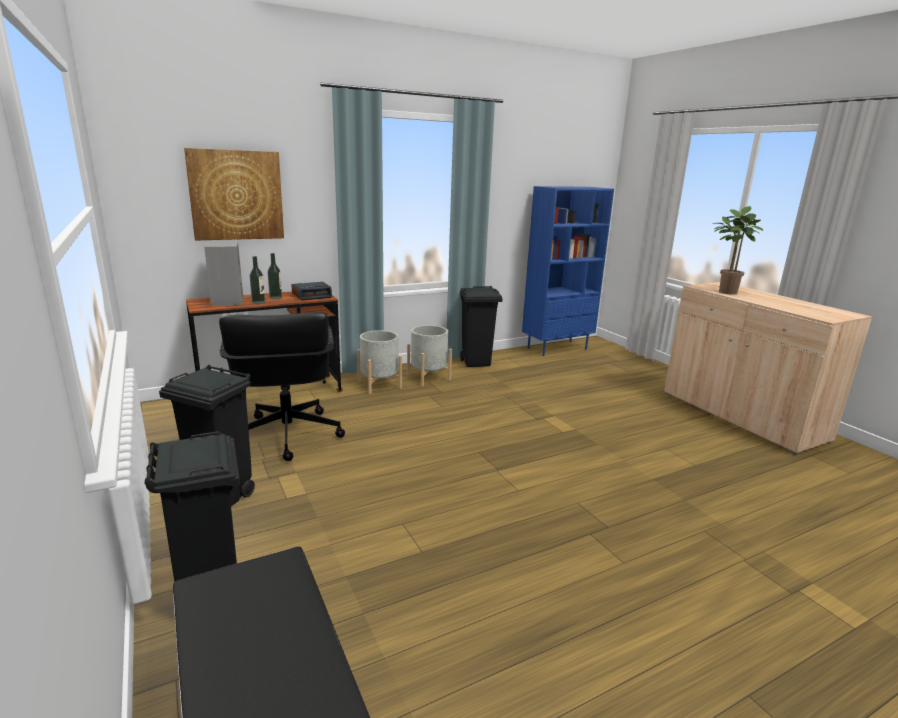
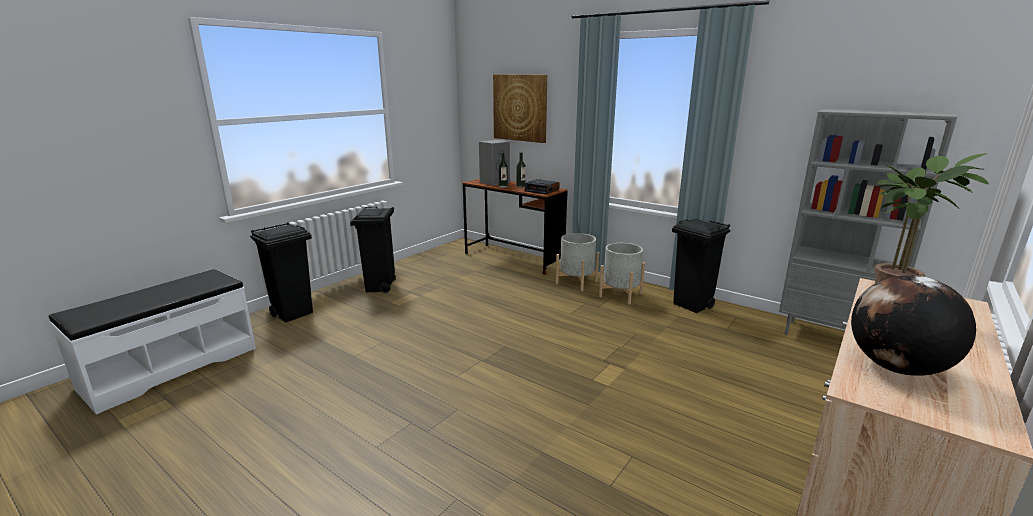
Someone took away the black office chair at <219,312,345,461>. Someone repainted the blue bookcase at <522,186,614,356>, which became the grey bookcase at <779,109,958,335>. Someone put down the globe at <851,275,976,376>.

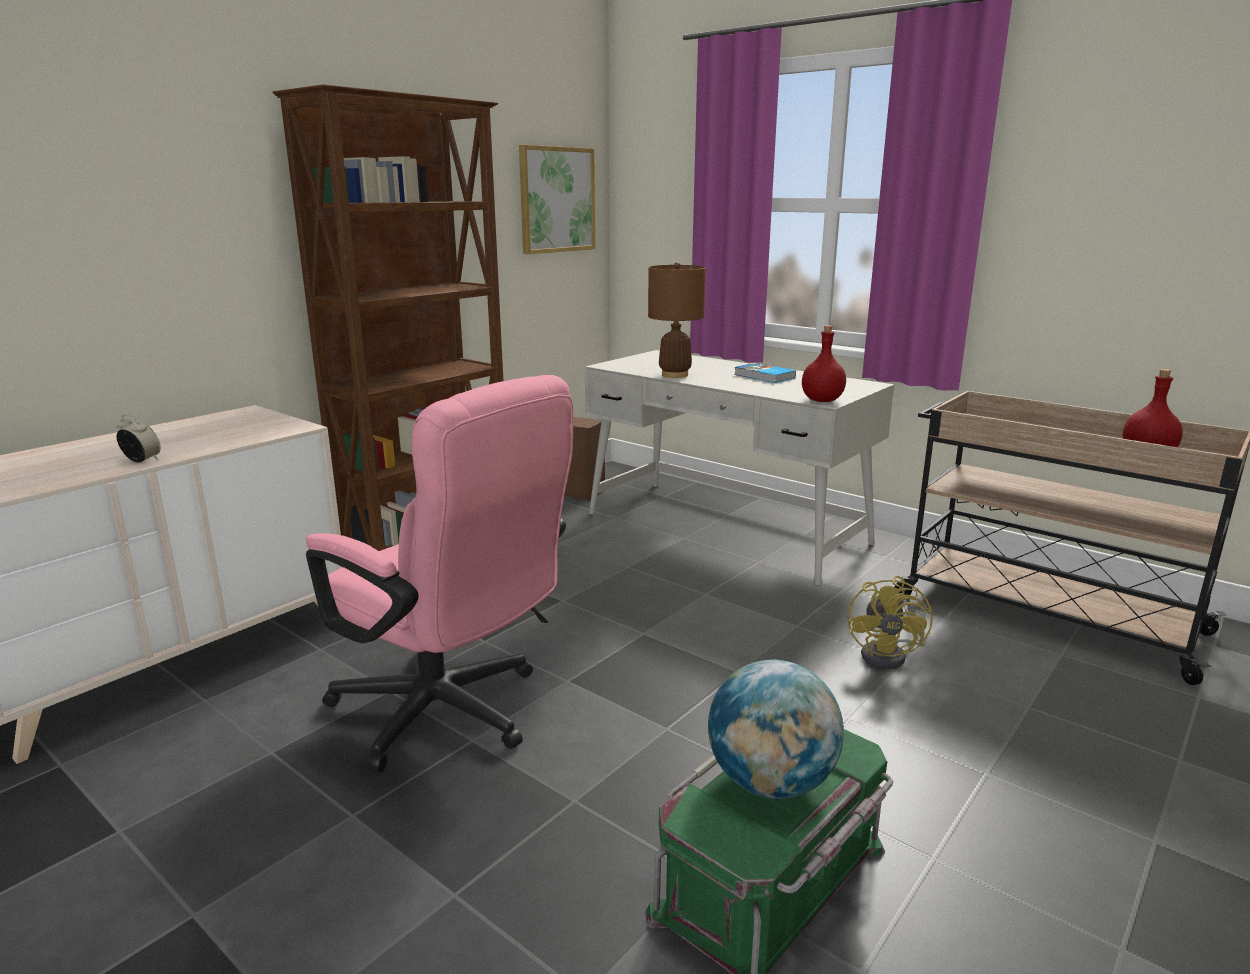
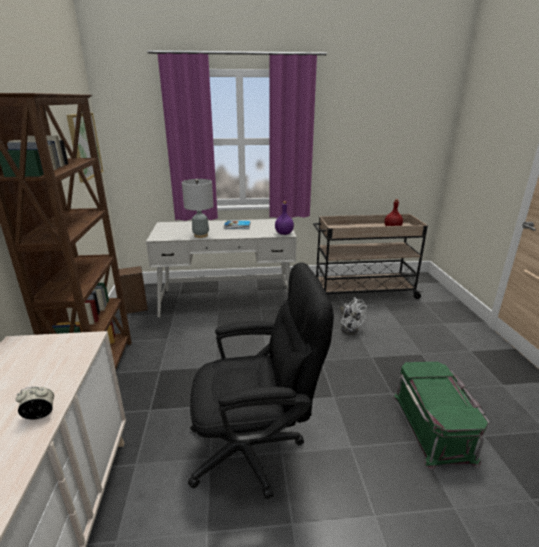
Someone repainted the pink office chair at <306,375,573,772>, which became the black office chair at <188,263,334,499>. Someone repainted the brown table lamp at <648,262,706,378>, which became the grey table lamp at <182,179,213,238>. Someone took away the globe at <708,659,844,799>. Someone repainted the red bottle at <802,325,846,402>, which became the purple bottle at <275,201,294,235>. Someone repainted the yellow fan at <848,576,933,669>, which became the white fan at <340,297,367,334>.

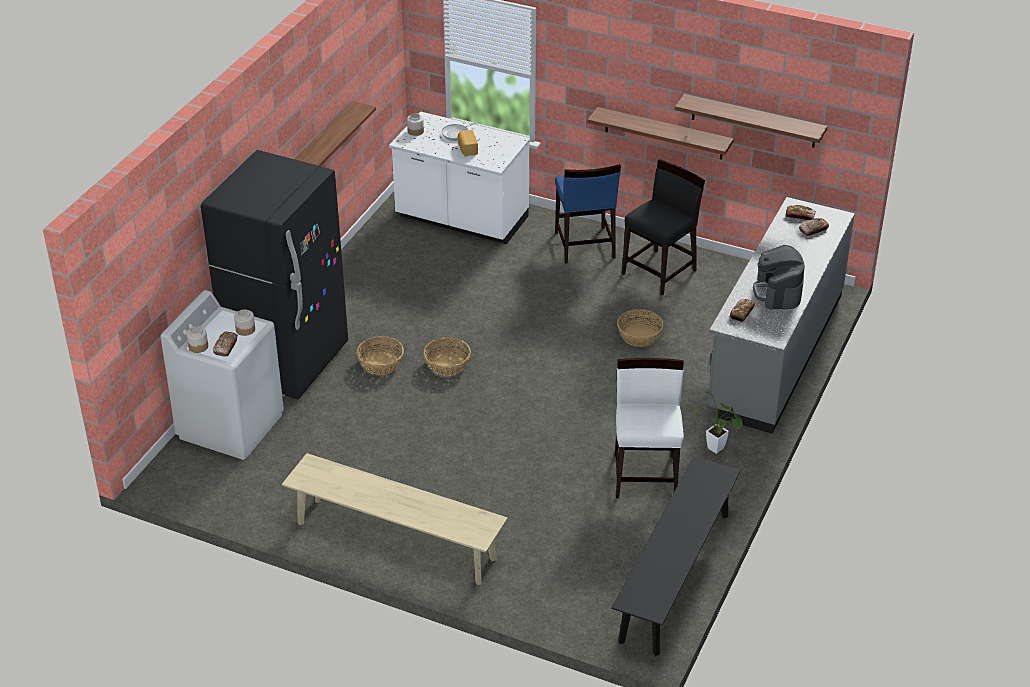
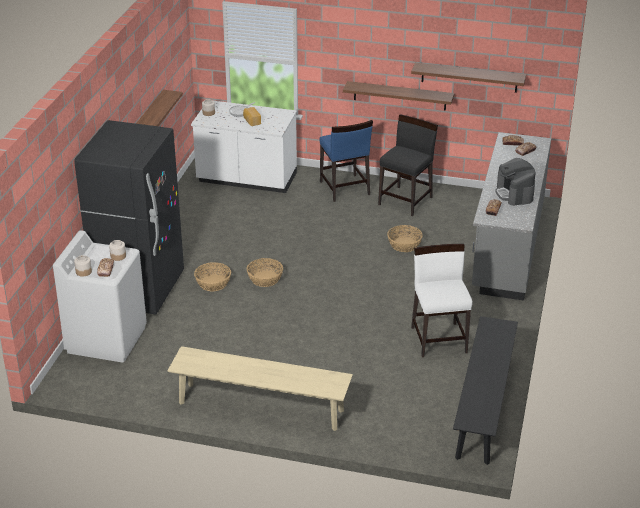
Someone took away the potted plant at <694,391,744,454>.

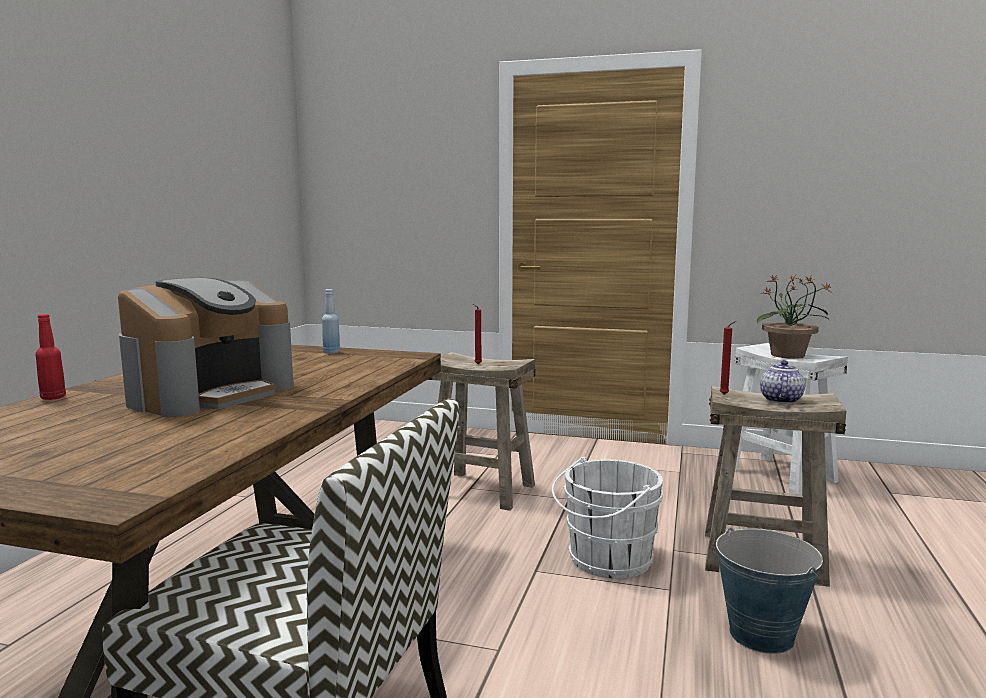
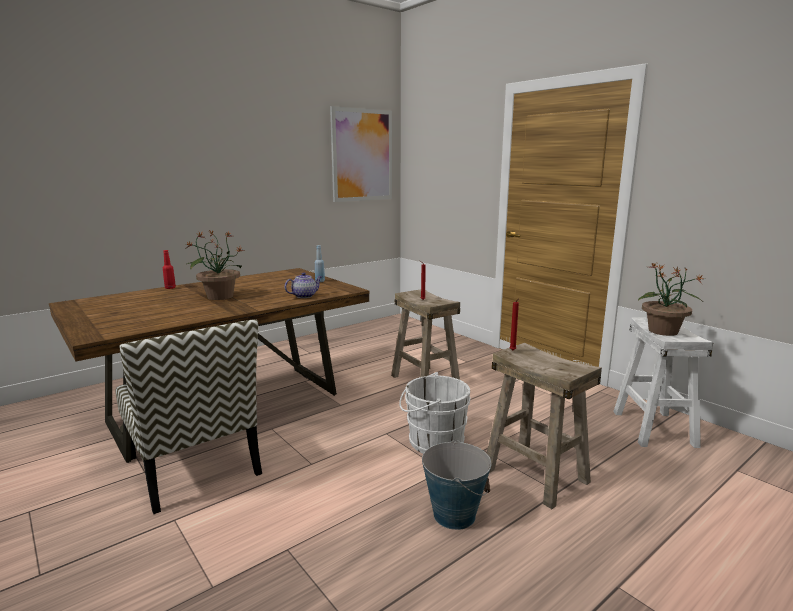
Someone swapped the coffee machine at <118,278,293,417> for the potted plant at <185,230,245,300>. Someone carried the teapot from <760,360,805,404> to <284,272,322,298>. Someone put up the picture at <330,106,392,202>.

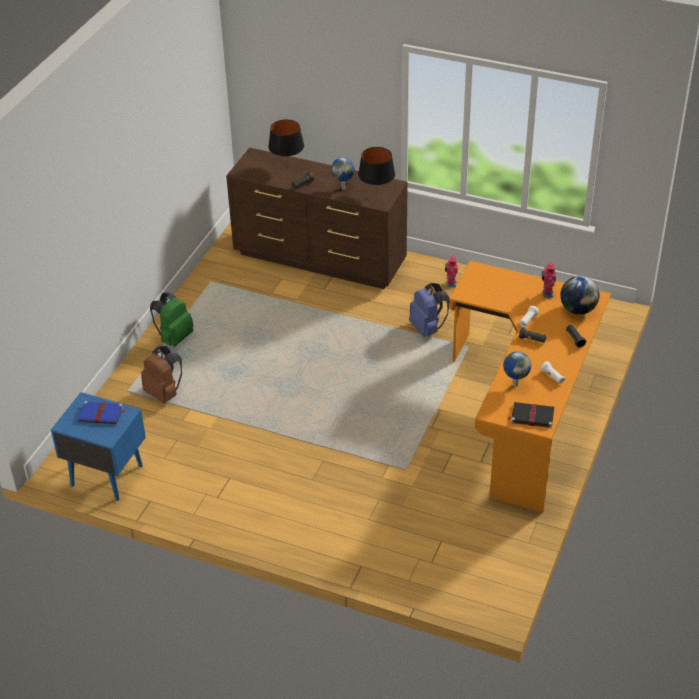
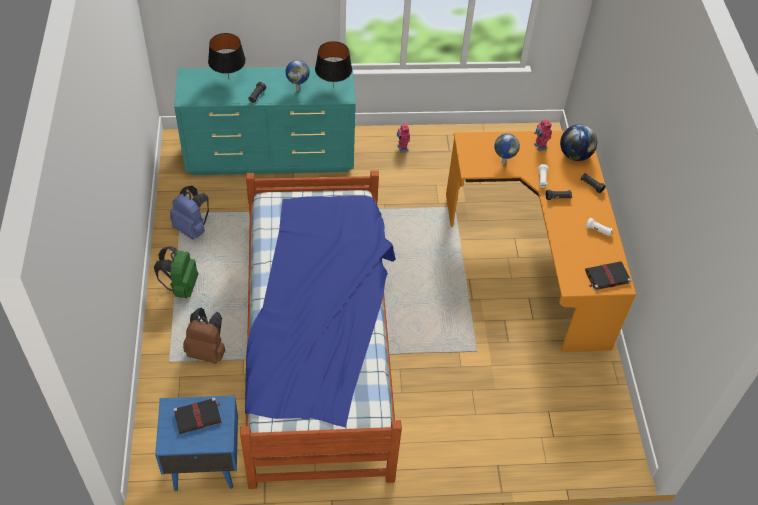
Someone repainted the blue book at <78,401,125,424>, which became the black book at <173,397,221,434>. Someone repainted the brown dresser at <226,148,408,289>, which became the turquoise dresser at <174,66,356,175>. Someone carried the blue backpack from <409,283,450,336> to <170,186,209,239>. Someone carried the globe from <503,351,531,387> to <494,133,520,164>. Someone put down the bed at <240,170,402,489>.

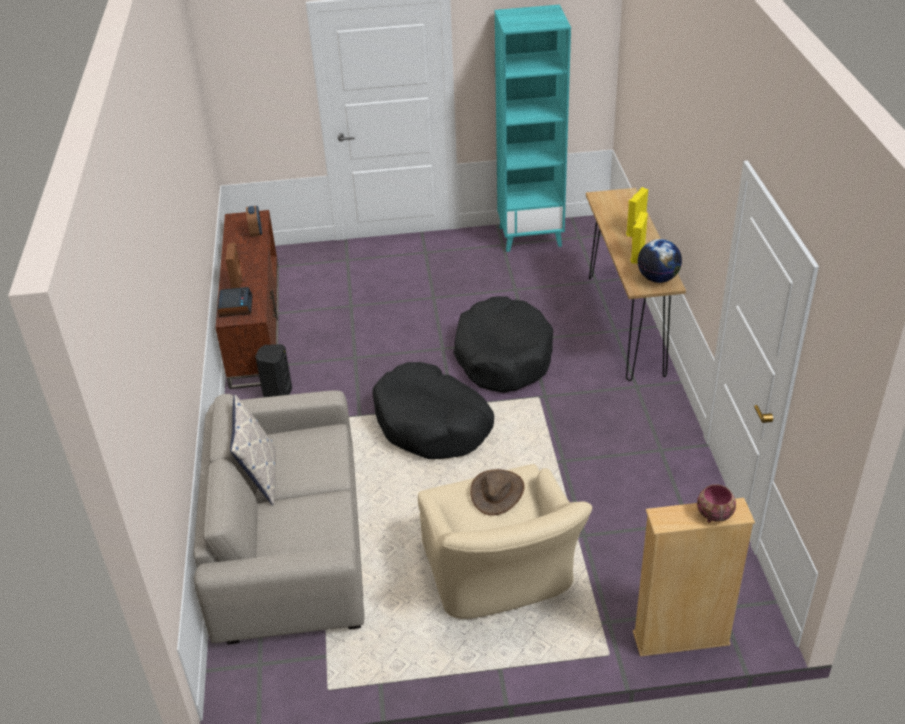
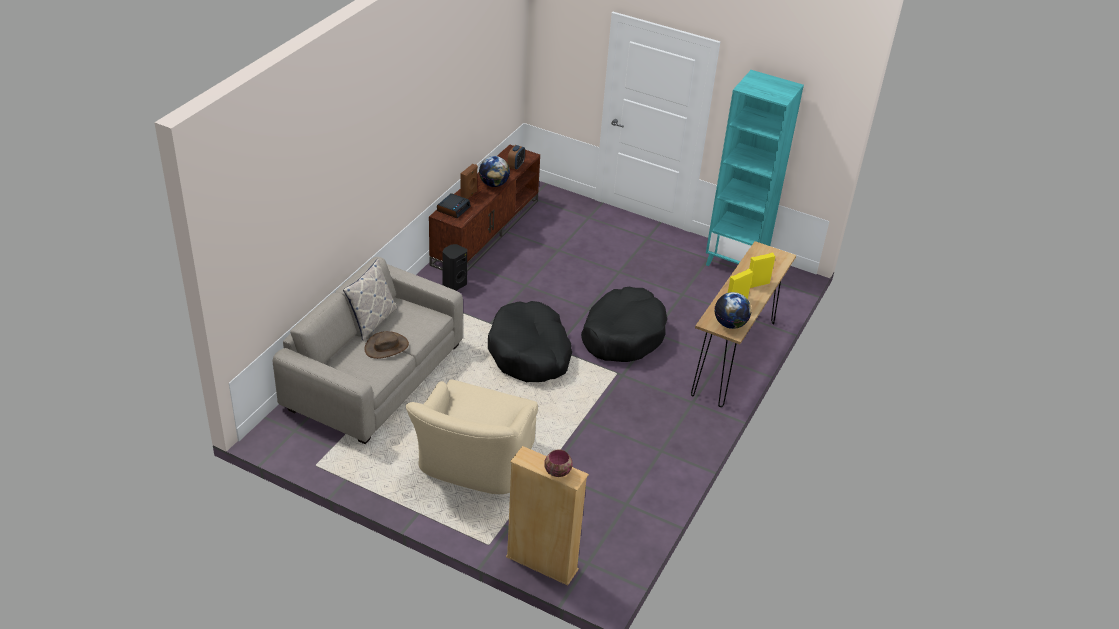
Someone carried the brown hat from <470,469,525,516> to <364,331,409,359>. Someone put down the globe at <479,156,510,187>.

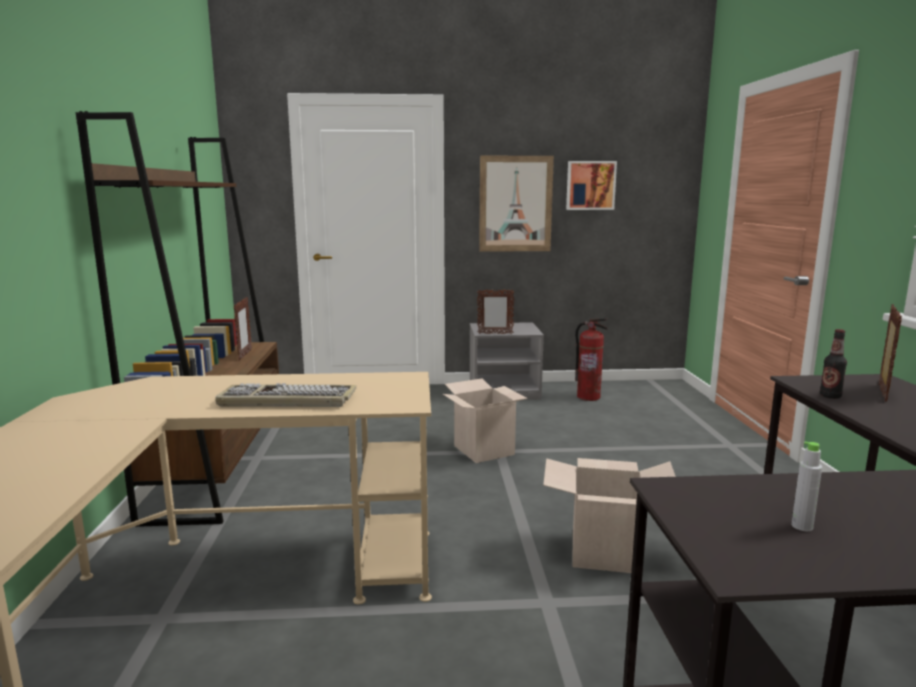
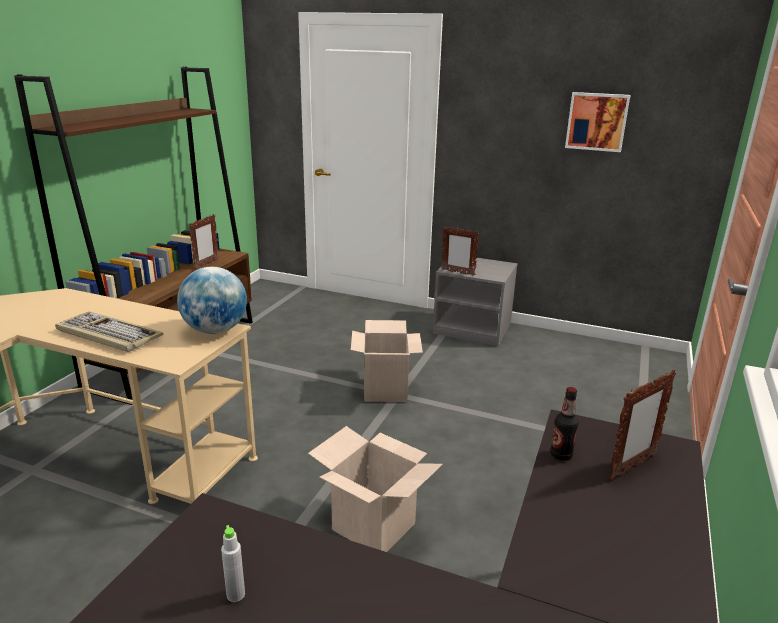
Someone took away the picture at <479,156,554,252>. Someone took away the fire extinguisher at <575,318,608,401>. Someone put down the globe at <177,267,247,334>.

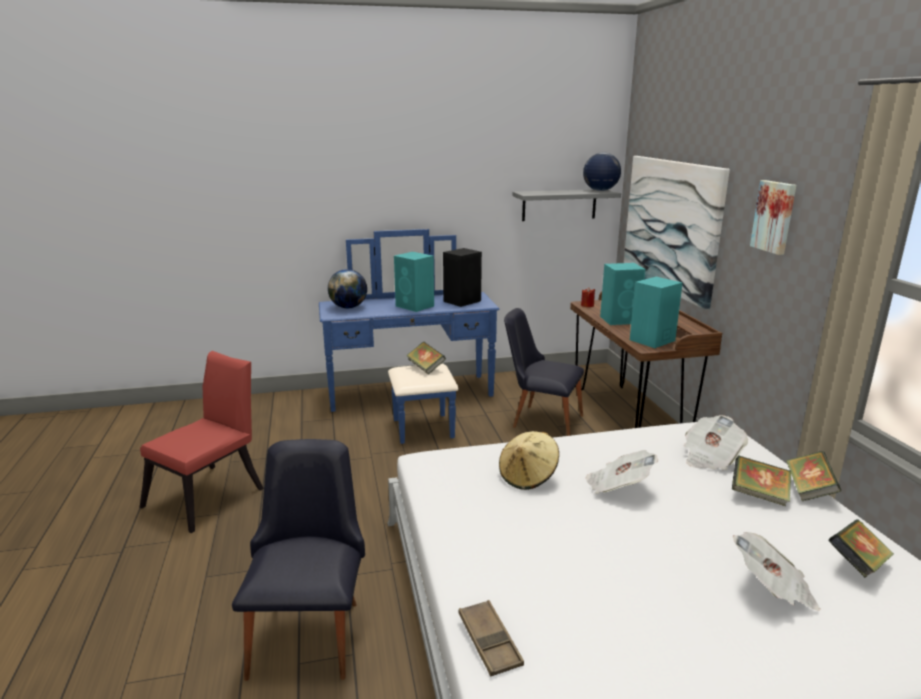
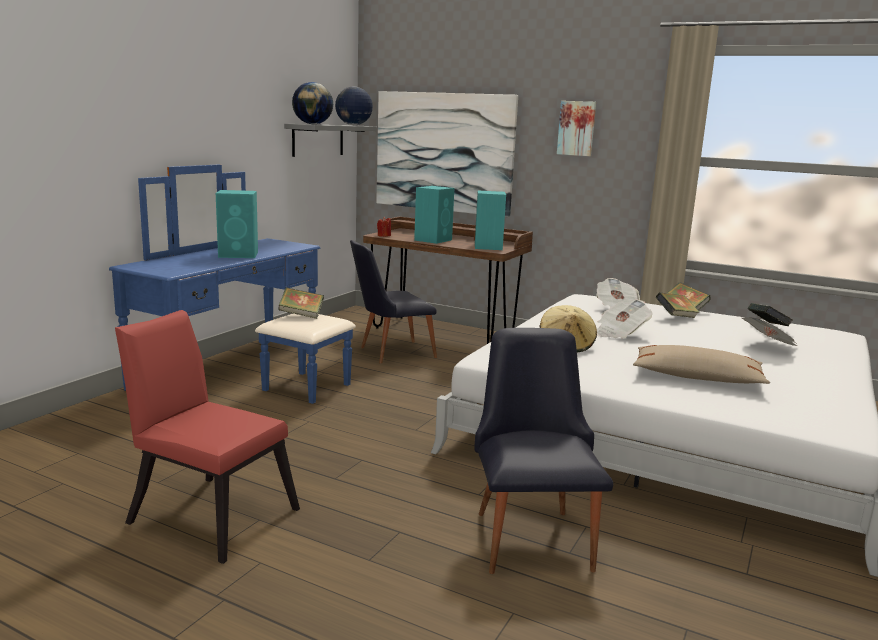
Someone rotated the red chair at <139,351,264,533> by 45 degrees counterclockwise. Someone rotated the black chair at <232,439,365,681> by 45 degrees clockwise. Someone carried the globe from <328,269,367,308> to <292,82,333,124>. Someone took away the black speaker at <443,248,482,307>. Someone took away the brown tray at <459,600,524,677>. Someone put down the beige pillow at <633,345,770,384>.

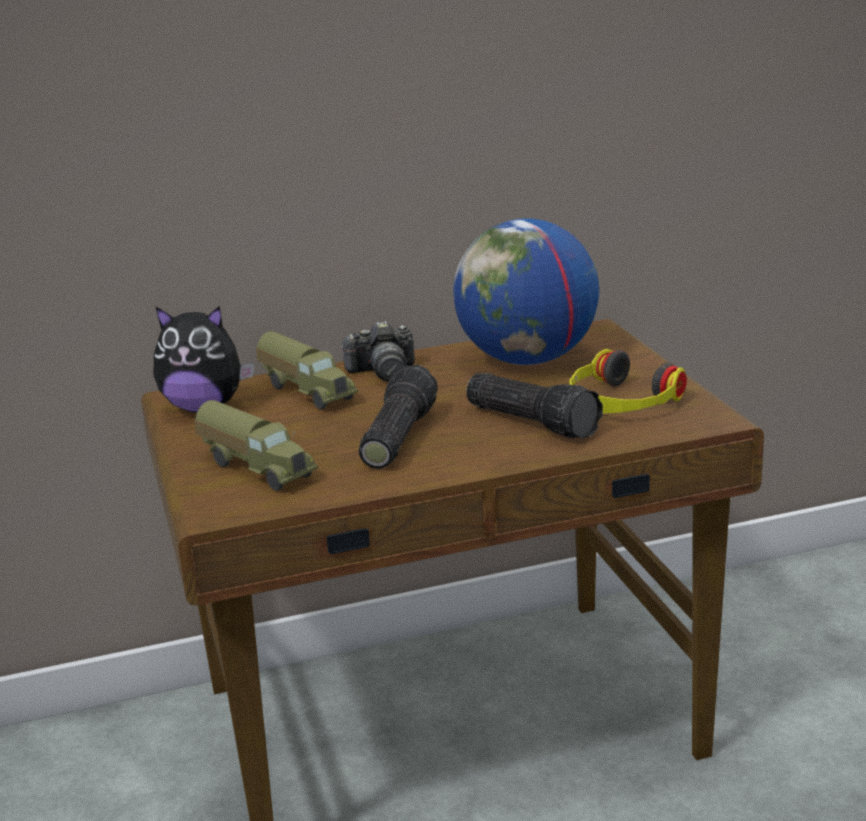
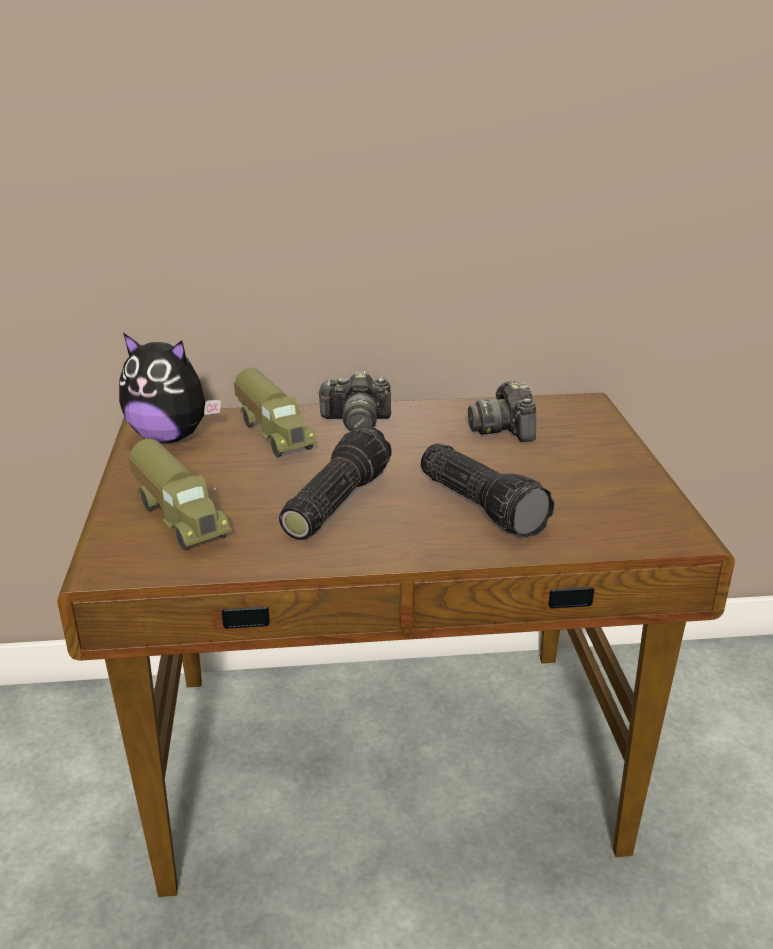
Someone swapped the globe at <453,218,599,365> for the photo camera at <468,381,536,442>. Someone took away the headphones at <569,349,687,414>.

